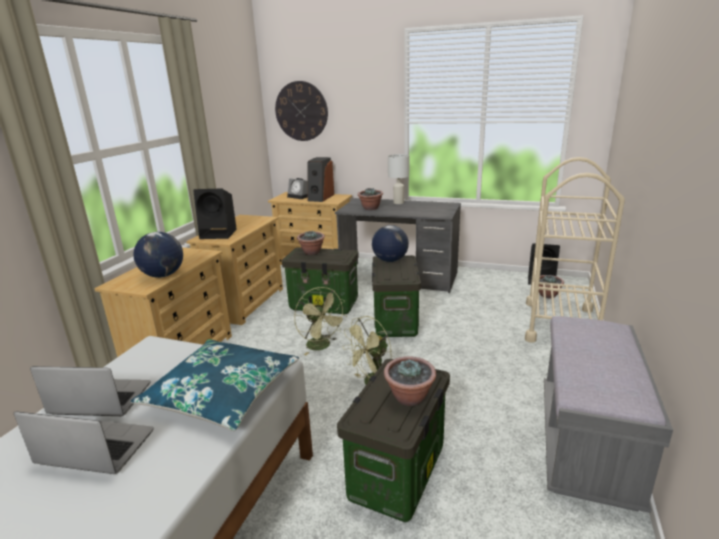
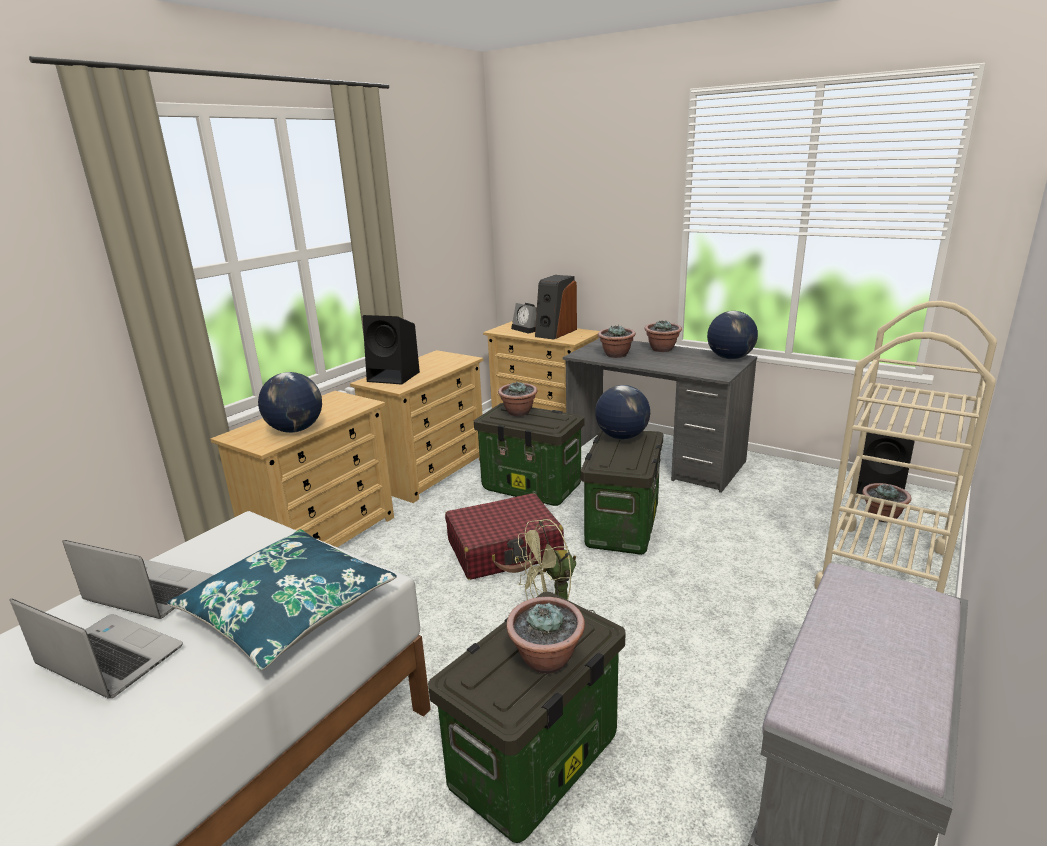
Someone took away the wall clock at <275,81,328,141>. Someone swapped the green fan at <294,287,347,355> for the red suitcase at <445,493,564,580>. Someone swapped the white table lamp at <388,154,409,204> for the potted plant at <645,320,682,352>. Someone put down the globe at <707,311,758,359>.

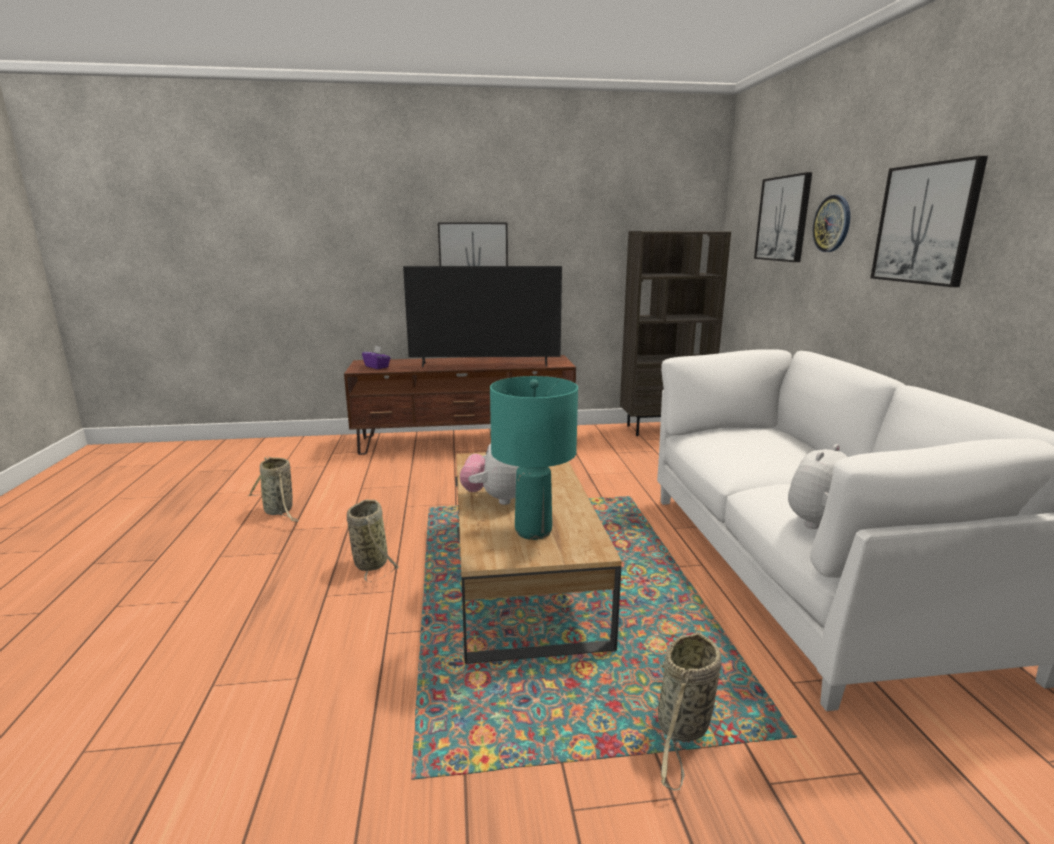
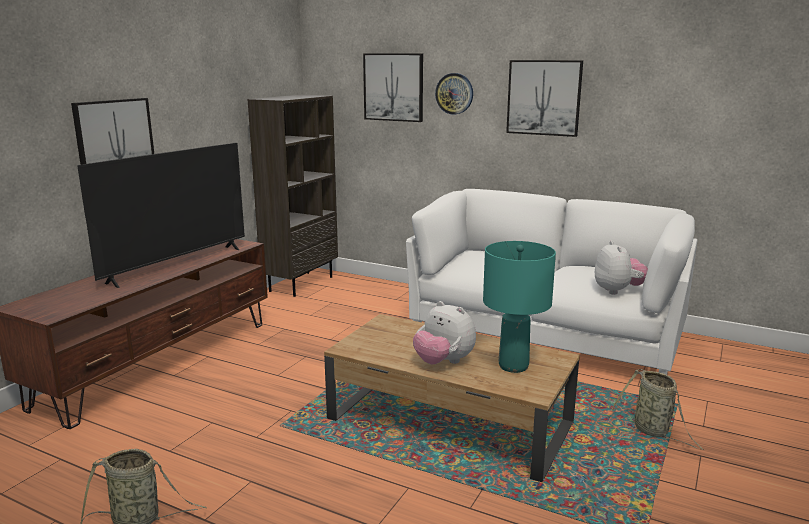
Someone took away the basket at <347,500,399,582>. Someone took away the purple tissue box at <362,346,391,369>.

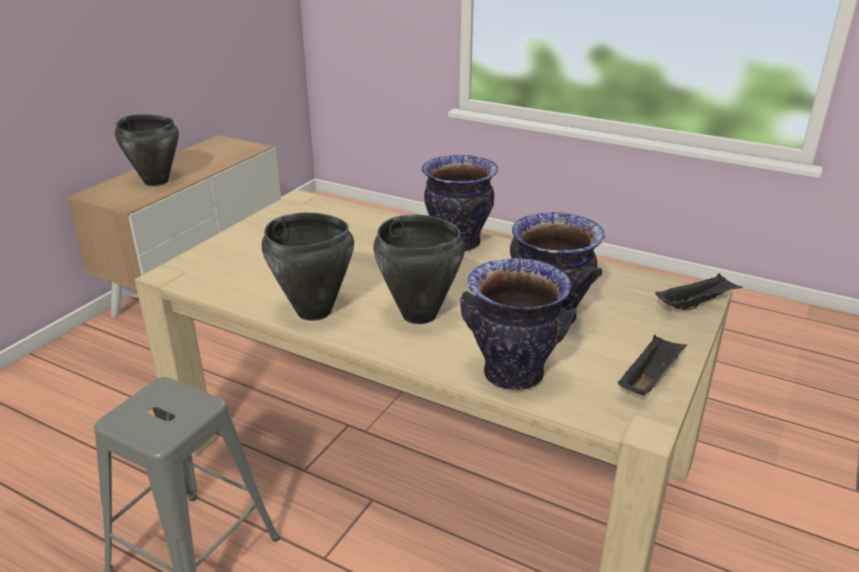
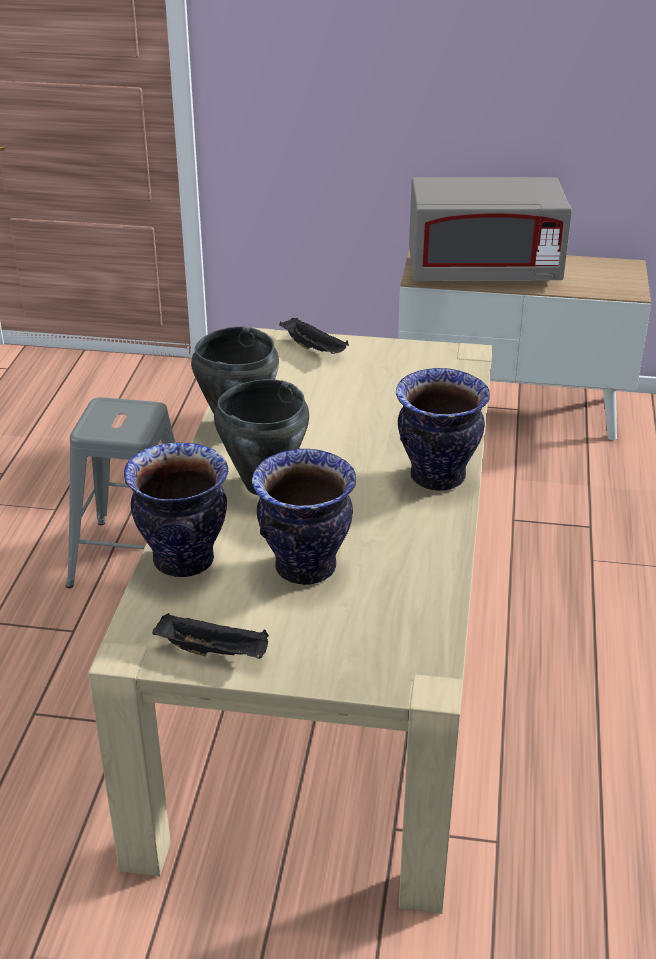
Someone swapped the black cooking pot at <115,114,179,186> for the grey microwave at <409,177,572,281>. Someone carried the black tray from <655,273,743,310> to <279,318,349,354>.

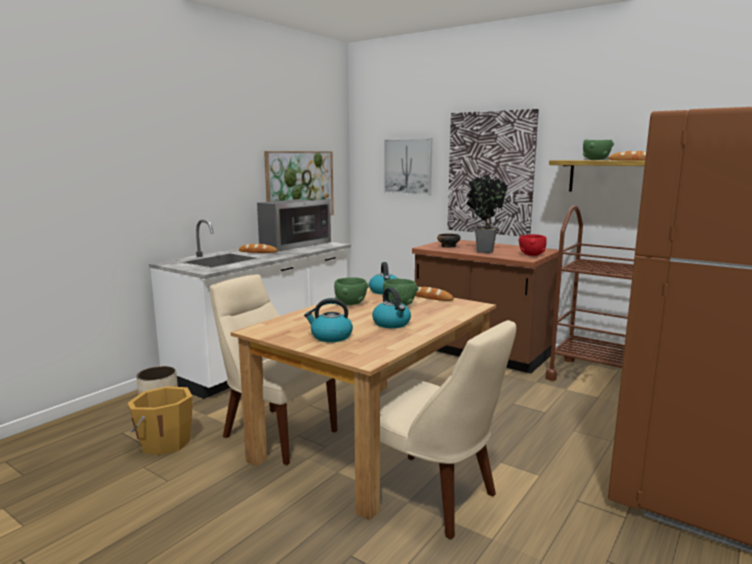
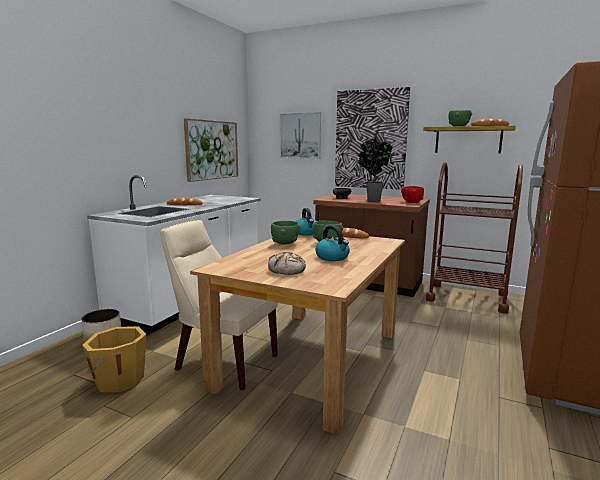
Someone took away the microwave at <257,199,331,251>. Someone swapped the kettle at <304,298,353,342> for the bread at <268,252,306,275>. Someone took away the beige chair at <380,320,516,540>.

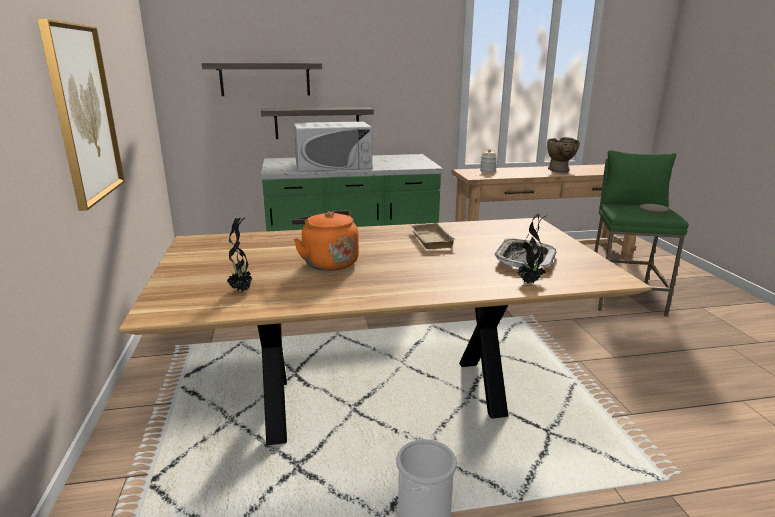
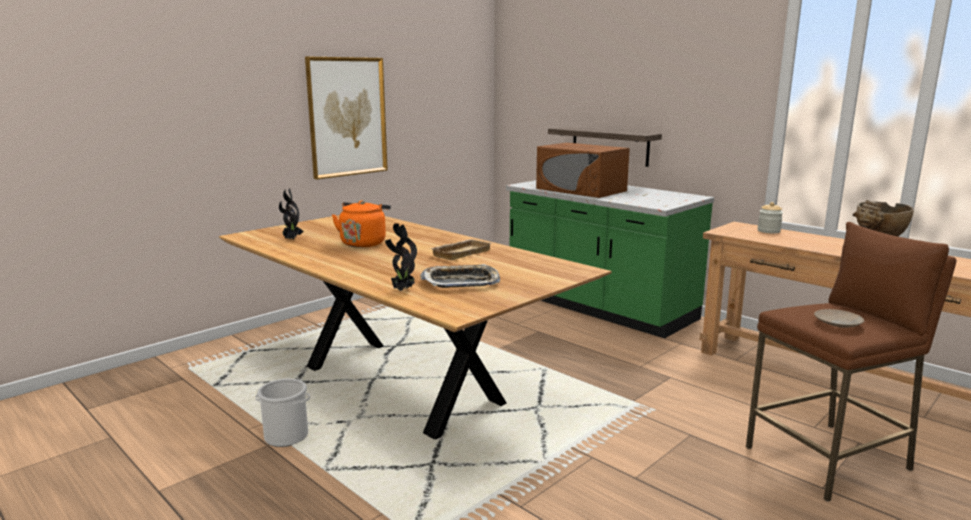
Someone took away the shelf at <202,63,322,96>. Someone repainted the white microwave at <294,121,372,172>, which became the brown microwave at <536,143,630,198>. Someone repainted the green stool at <594,150,689,317>, which became the brown stool at <746,222,957,502>.

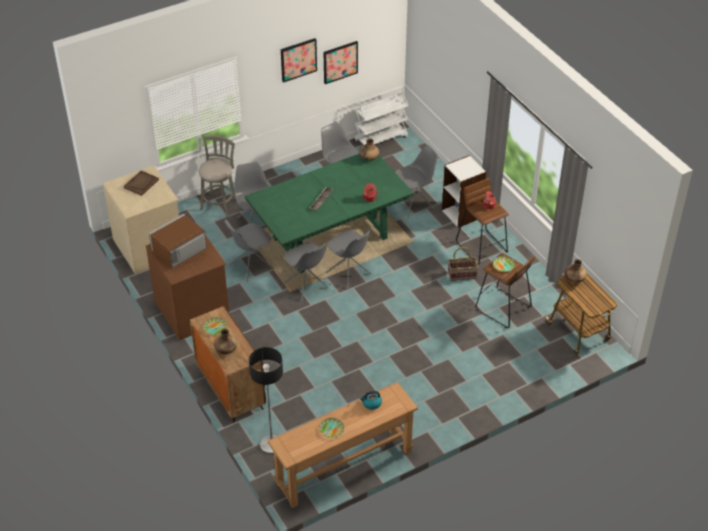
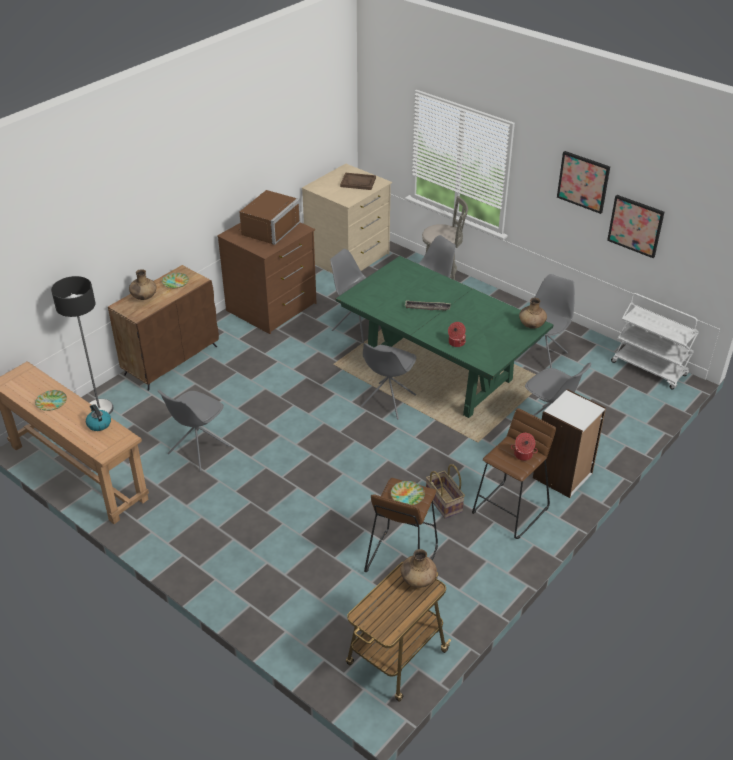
Someone rotated the brown microwave at <149,214,207,270> by 90 degrees clockwise. Someone carried the grey chair from <284,242,329,301> to <158,390,230,471>.

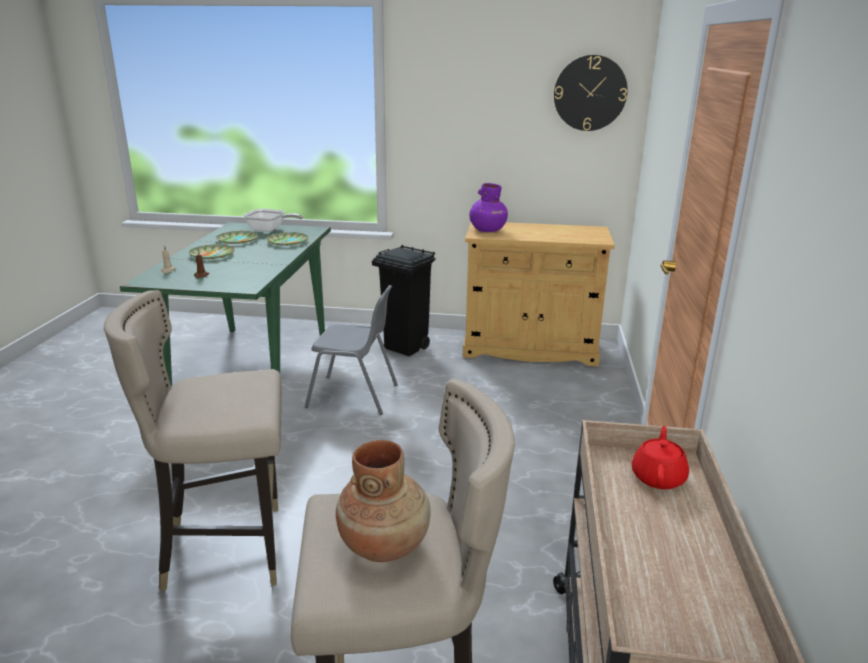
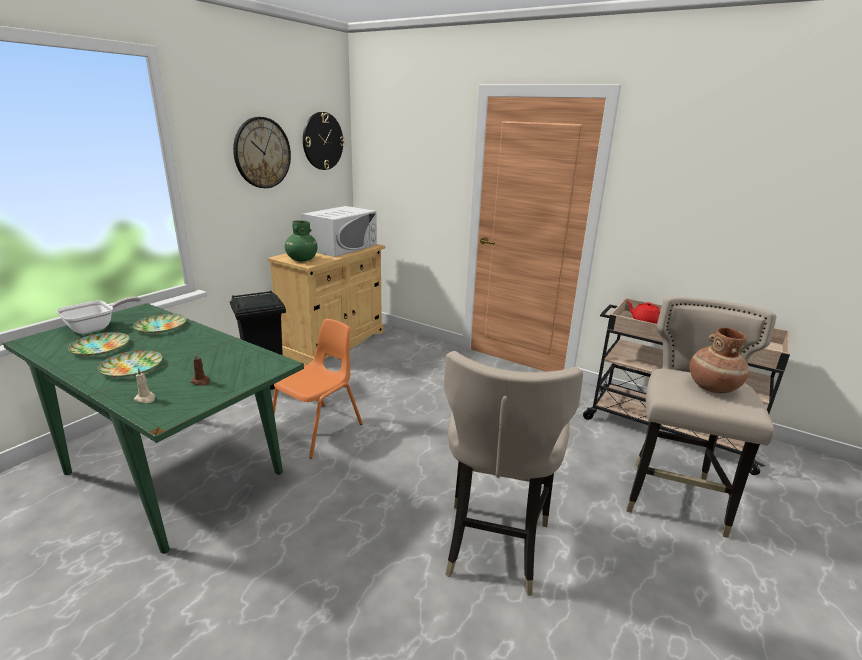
Someone repainted the grey chair at <305,285,398,415>, which became the orange chair at <273,319,363,458>. Someone repainted the purple vase at <469,183,508,232>, which became the green vase at <285,221,317,261>. Someone put up the wall clock at <233,117,291,188>. Someone put down the white microwave at <301,206,377,257>.

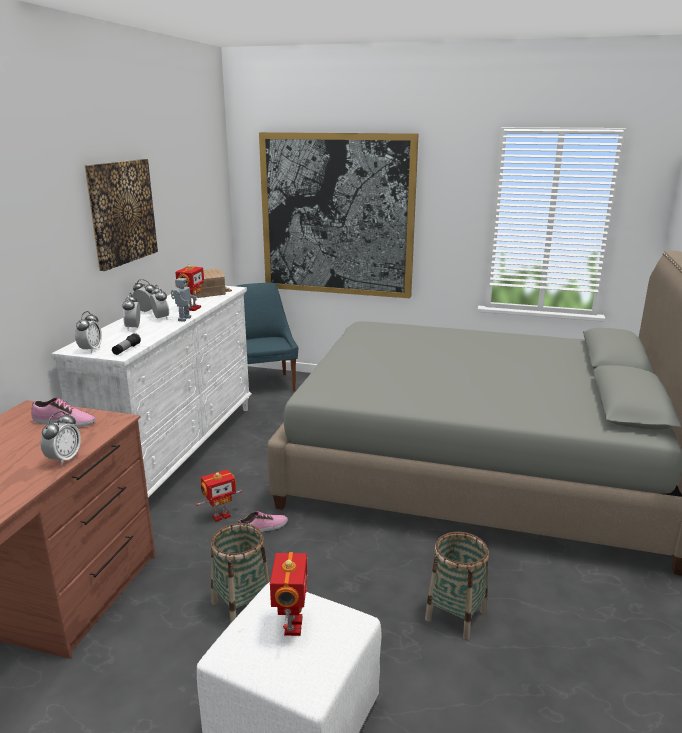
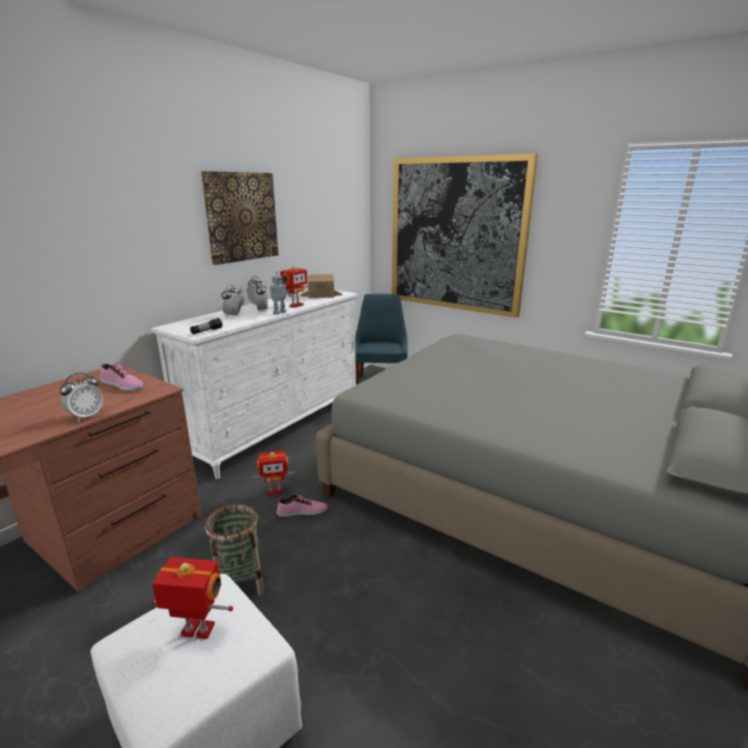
Someone took away the alarm clock at <75,311,102,353>. Someone rotated the toy robot at <270,552,308,636> by 105 degrees counterclockwise. Someone took away the basket at <425,532,489,640>.

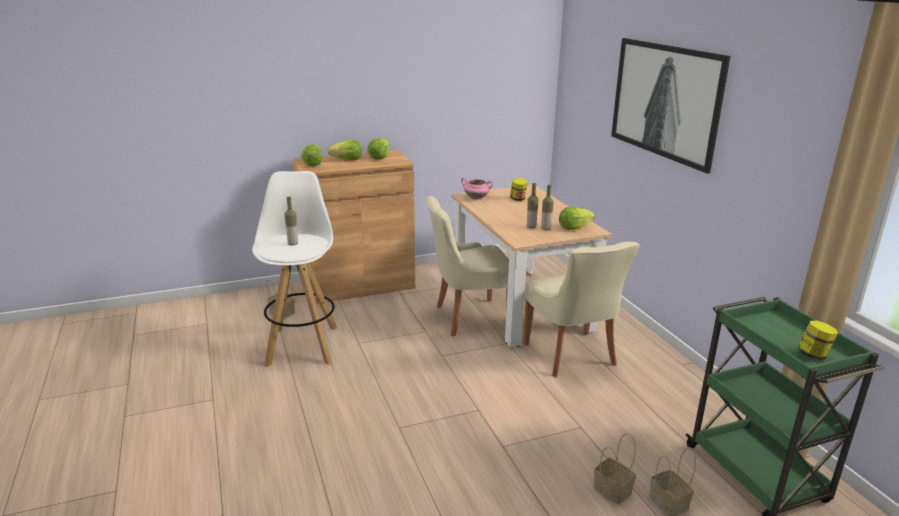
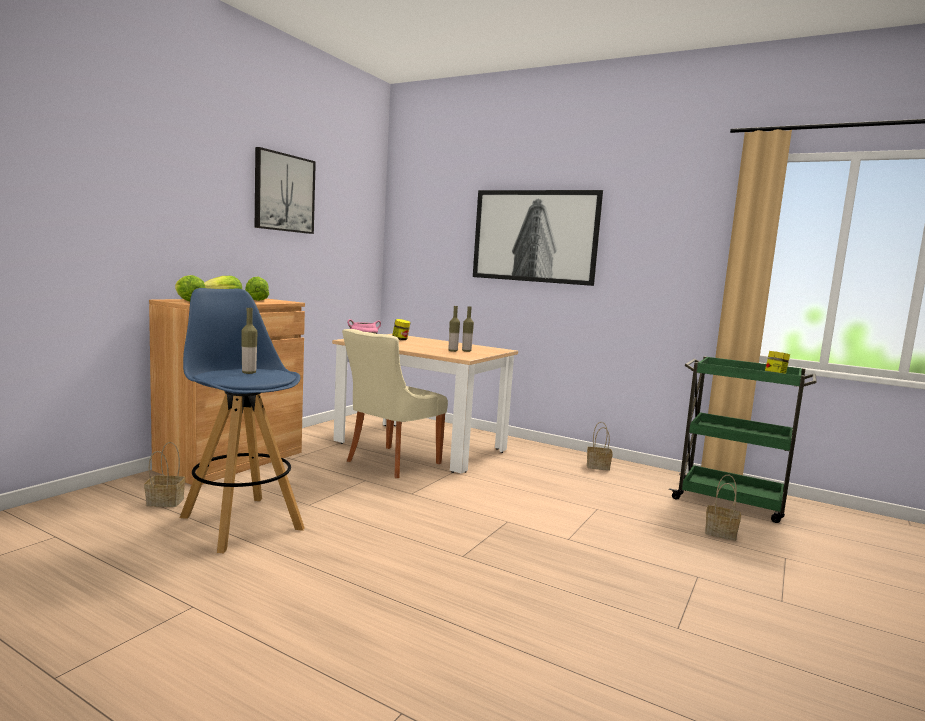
Someone repainted the white stool at <252,171,337,367>, which became the blue stool at <180,288,305,553>. Someone took away the beige chair at <524,242,640,377>. Someone took away the lettuce at <559,207,595,230>. Someone carried the basket from <594,433,636,504> to <587,422,613,471>. Someone put up the picture at <255,147,316,234>.

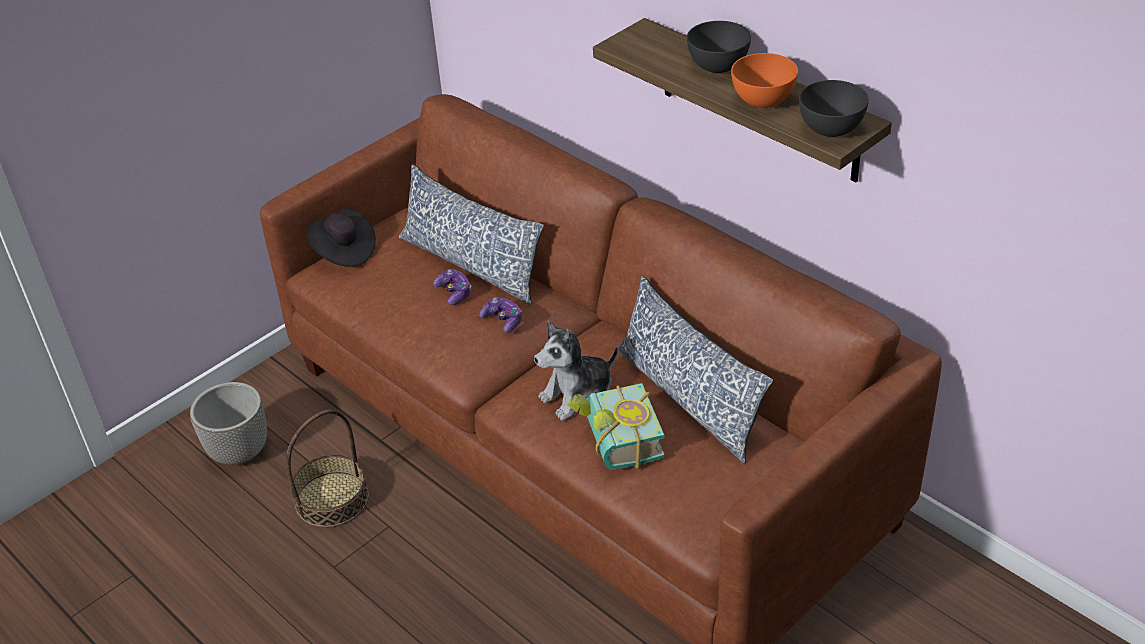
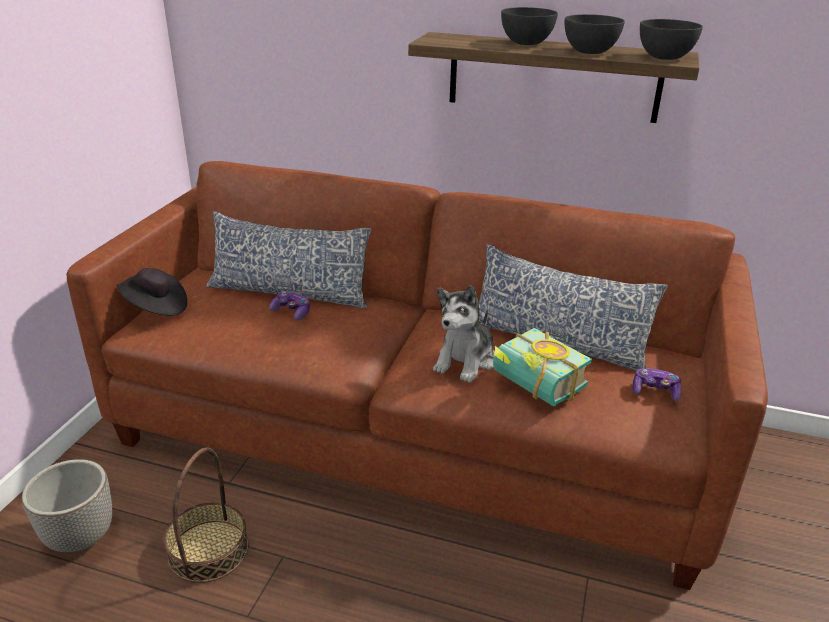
Someone carried the game controller from <479,297,522,333> to <632,369,681,401>. Someone repainted the orange bowl at <731,53,798,108>, which became the grey bowl at <565,14,625,54>.

